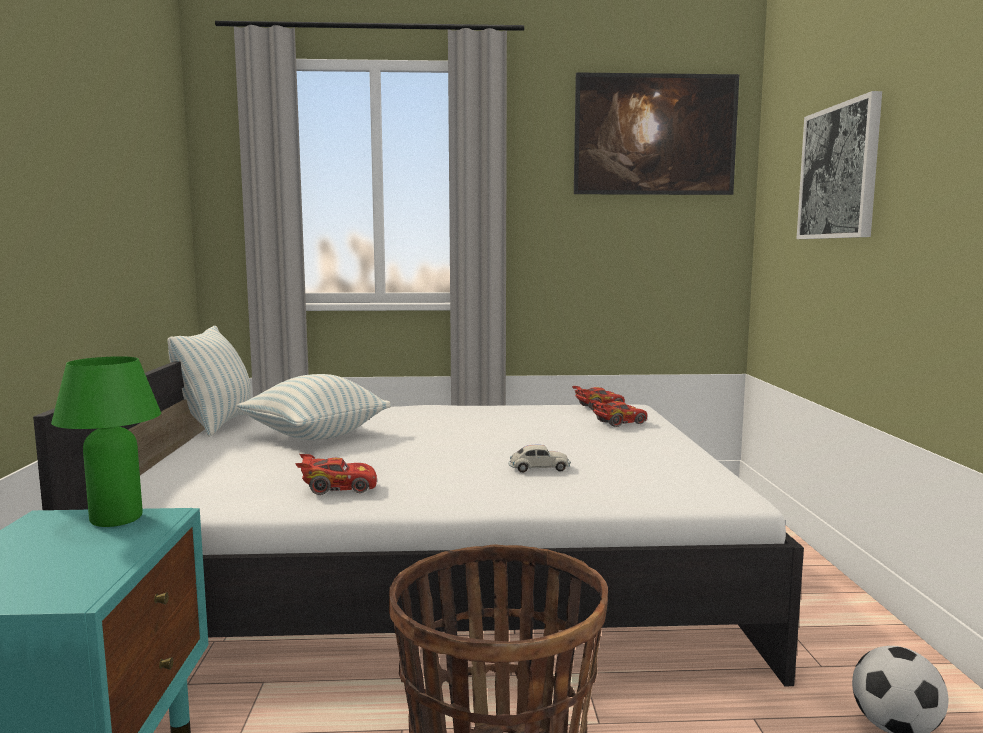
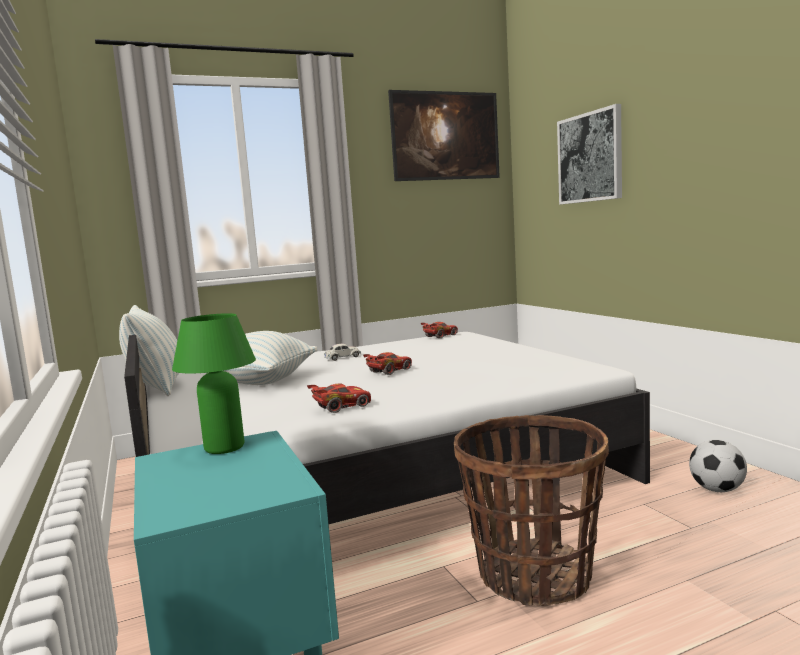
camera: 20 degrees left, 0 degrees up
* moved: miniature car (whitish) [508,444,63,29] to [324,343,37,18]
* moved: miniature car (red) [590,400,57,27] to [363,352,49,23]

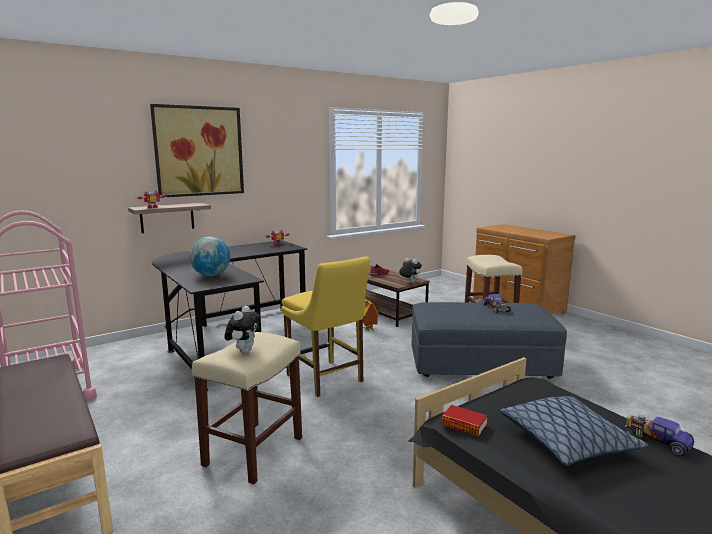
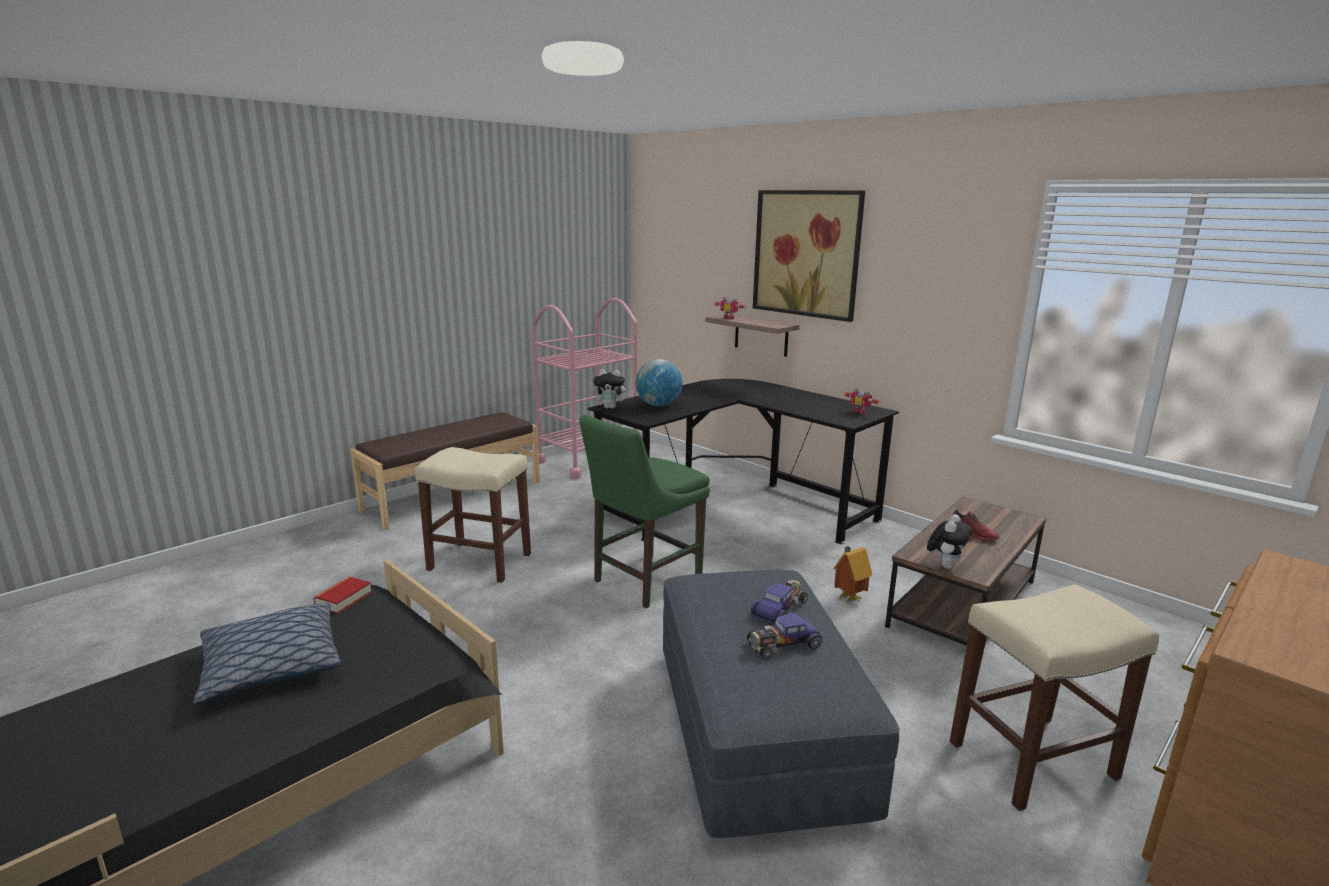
camera: 80 degrees right, 5 degrees up
* moved: soft toy [224,306,37,47] to [593,369,37,40]
* moved: miniature car [623,415,71,41] to [751,580,57,43]
* recoloured: chair (yellow-coloured) [281,257,89,140] to chair (green-coloured) [579,415,131,194]

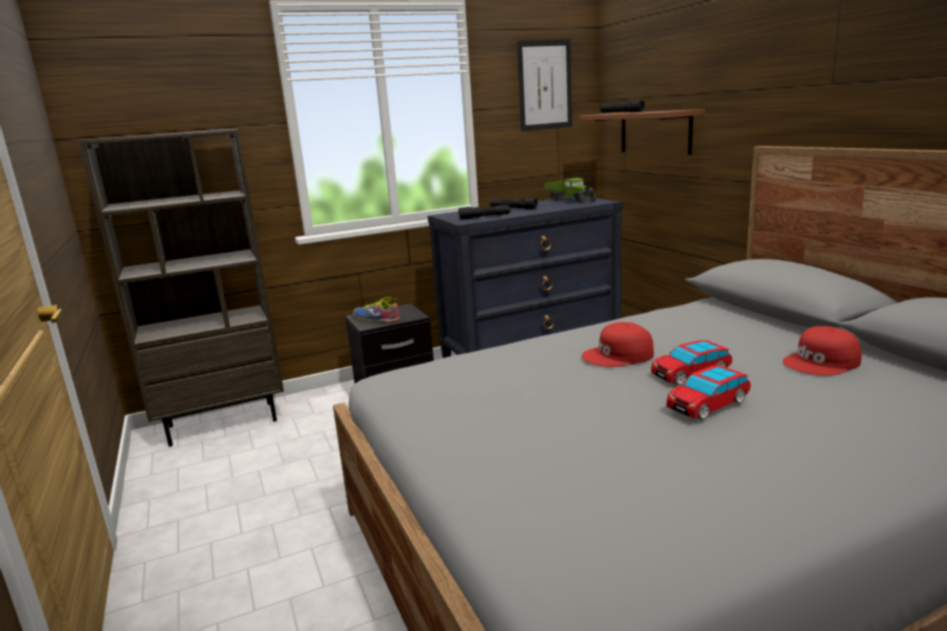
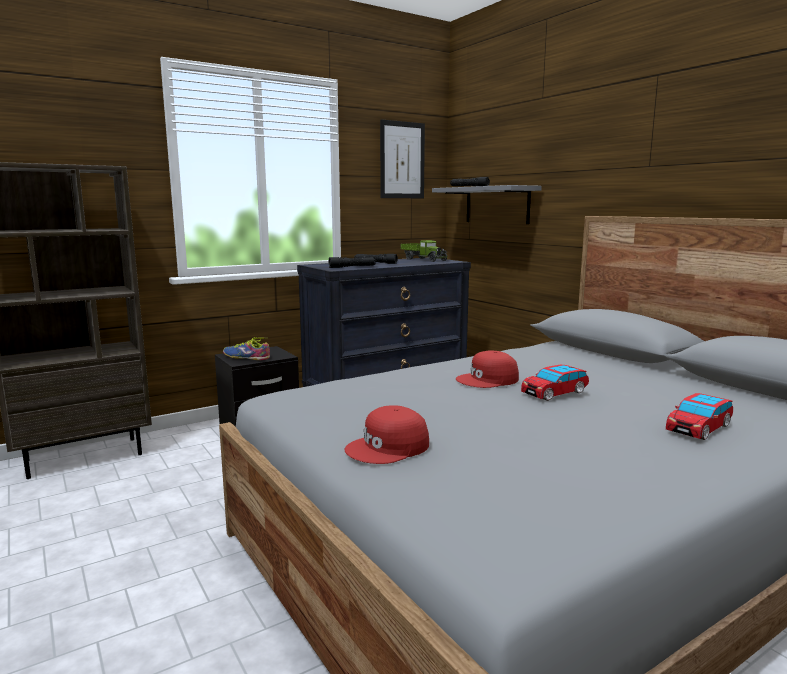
camera: 10 degrees left, 5 degrees down
* moved: miniature car [667,365,84,55] to [666,393,67,47]
* moved: peaked cap (red) [783,326,78,50] to [345,406,84,58]
* recoloured: wall shelf (brown-coloured) [580,109,125,46] to wall shelf (grey) [432,185,110,39]

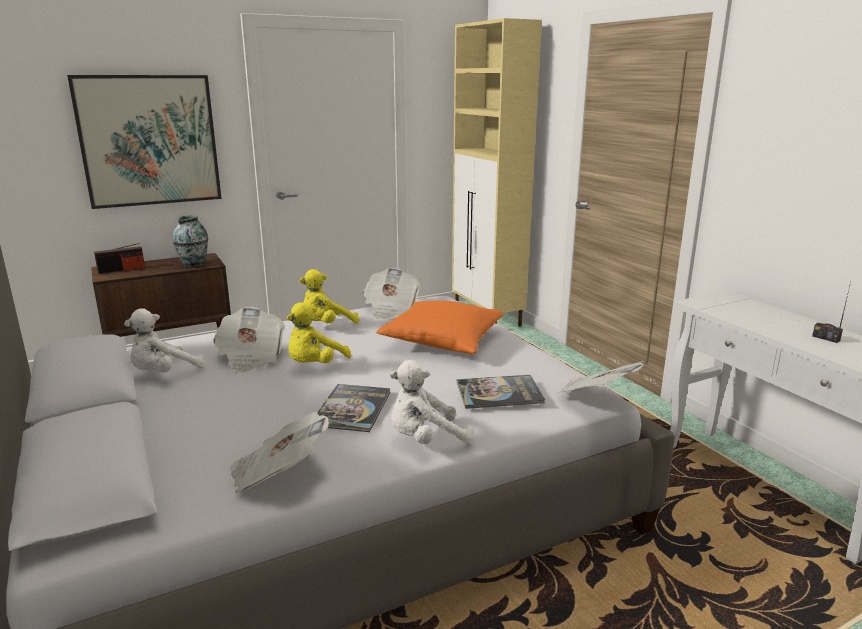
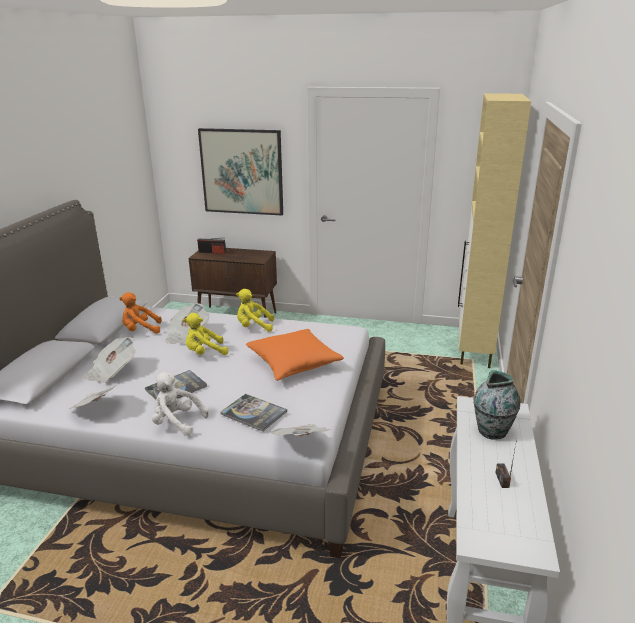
camera: 40 degrees right, 5 degrees up
* moved: flower vase [172,216,36,52] to [473,370,47,70]
* moved: newspaper [363,268,58,51] to [84,337,51,46]
* recoloured: soft toy (whitish) [124,309,81,63] to soft toy (orange-coloured) [119,292,43,42]

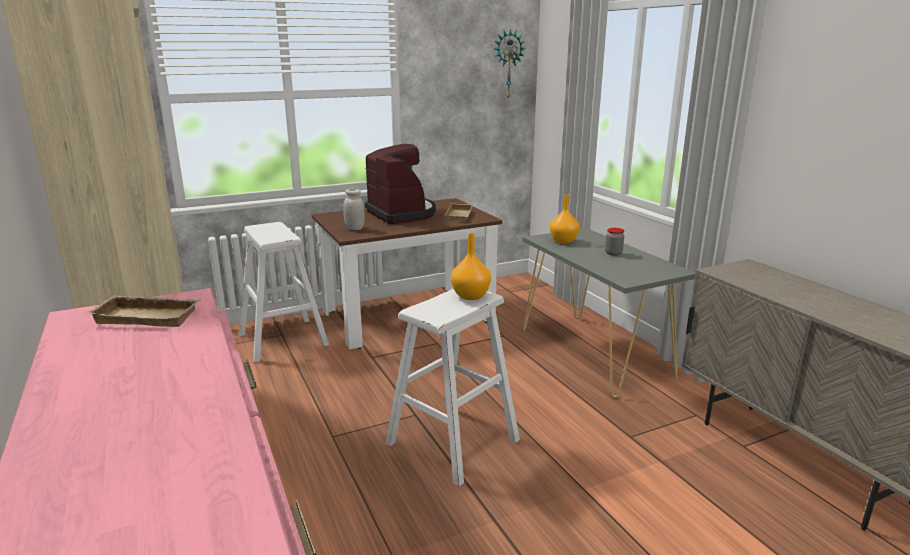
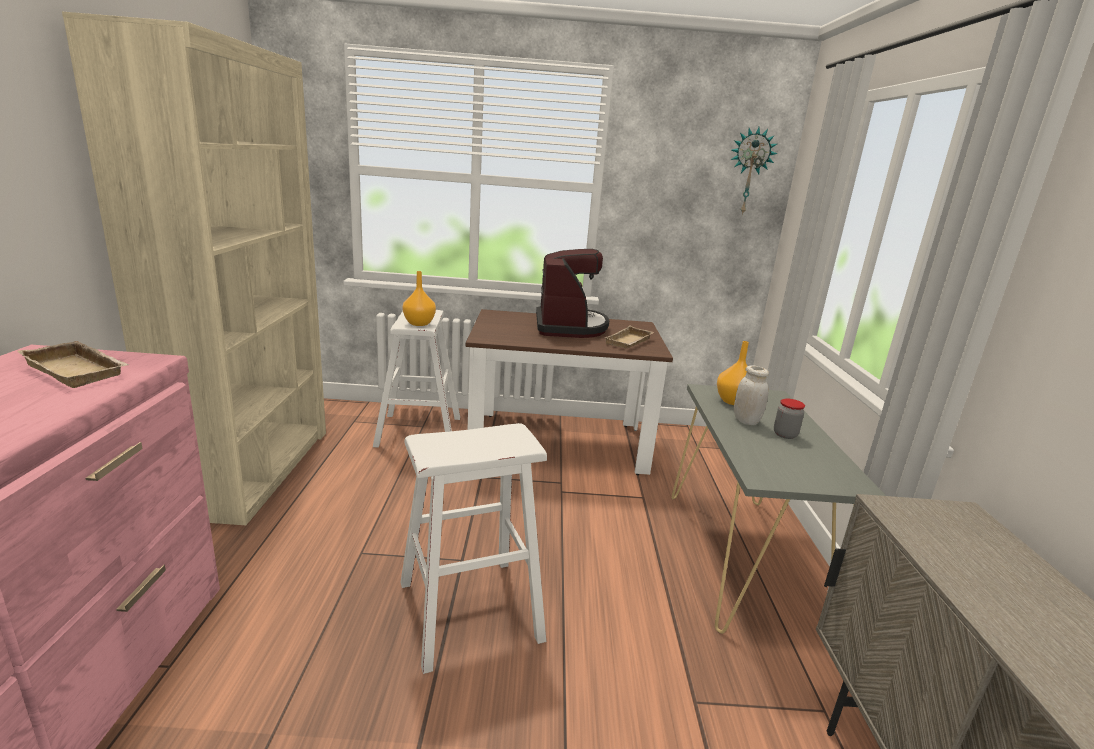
camera: 25 degrees right, 0 degrees up
* moved: preserve jar (whitish) [343,189,22,41] to [734,365,35,60]
* moved: flower vase (orange-coloured) [451,233,40,67] to [402,271,34,55]

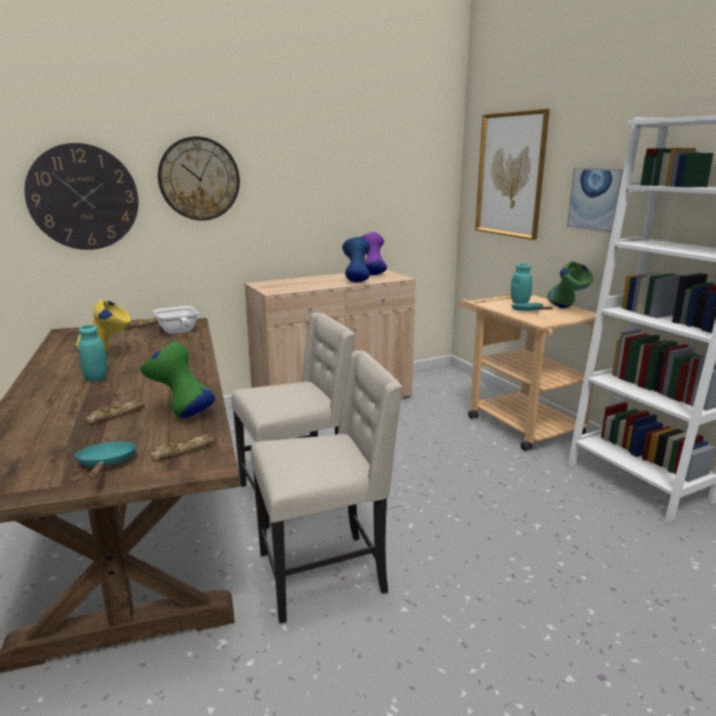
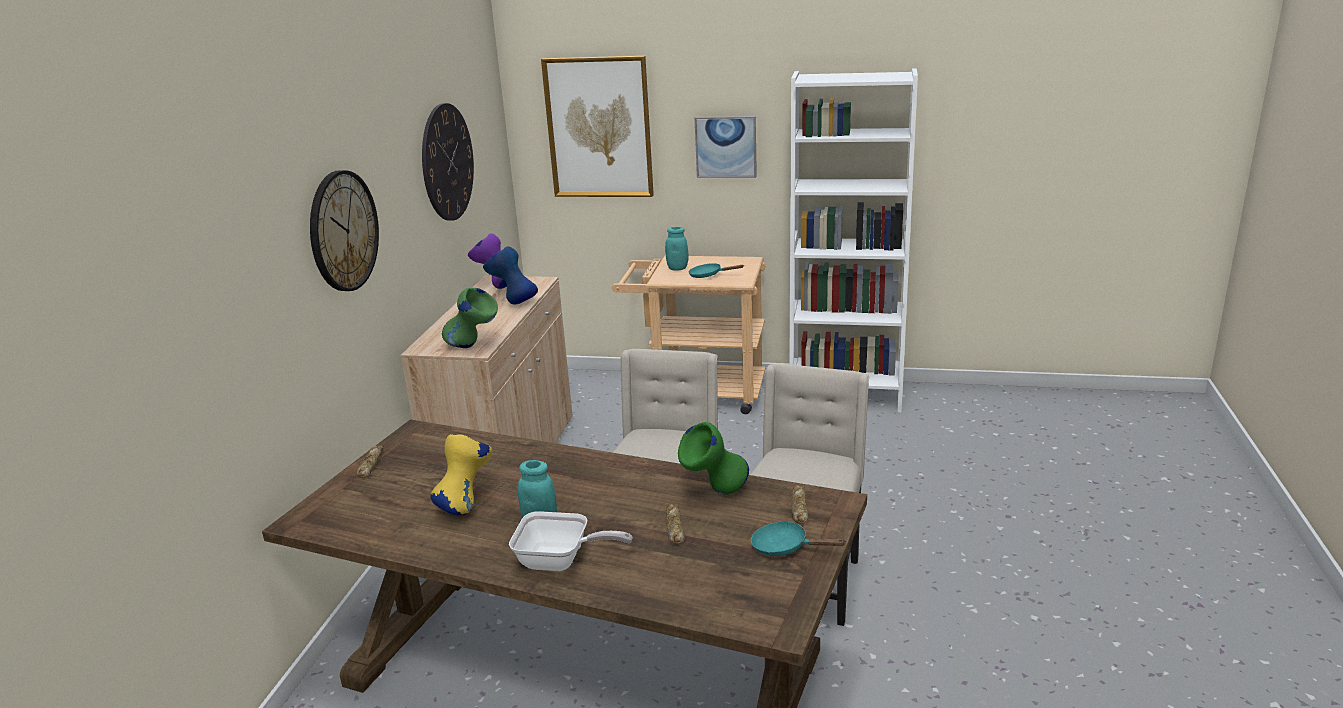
camera: 50 degrees left, 5 degrees up
* moved: hanging clock [24,143,114,107] to [422,103,52,118]
* moved: pan [153,306,46,28] to [509,511,124,60]
* moved: flower vase (green-coloured) [547,261,46,47] to [442,288,56,60]

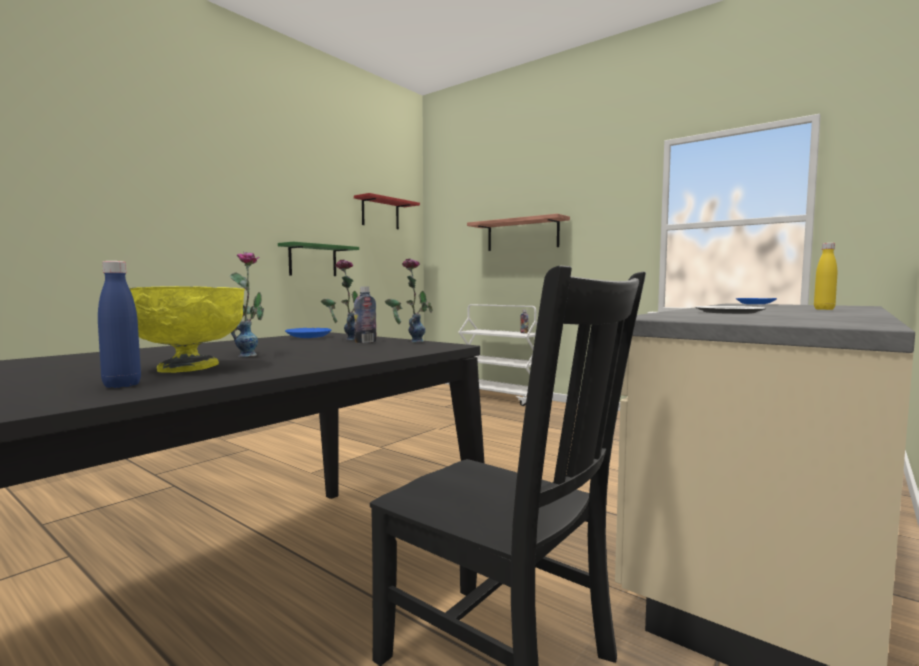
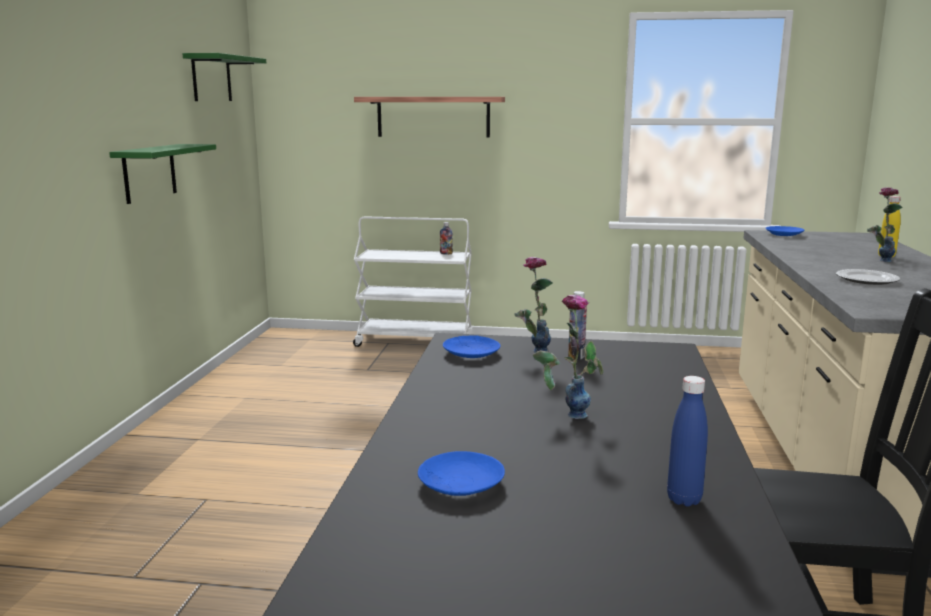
camera: 30 degrees left, 10 degrees up
* removed: serving bowl (yellow-coloured) [129,286,116,87]
* added: dinner plate (blue) [418,451,87,45]
* moved: flower vase [385,258,48,84] to [867,187,35,75]
* recoloured: wall shelf (red) [354,193,66,36] to wall shelf (green-coloured) [183,53,83,48]

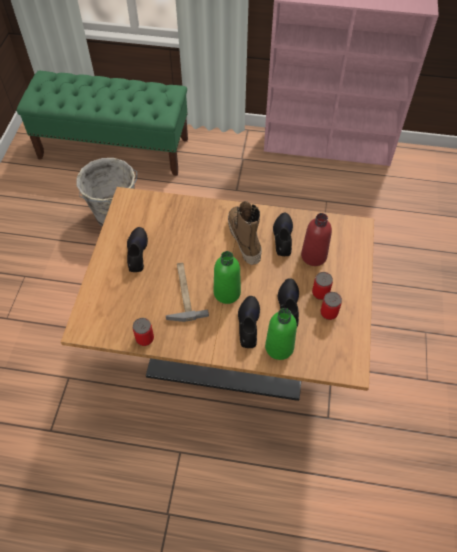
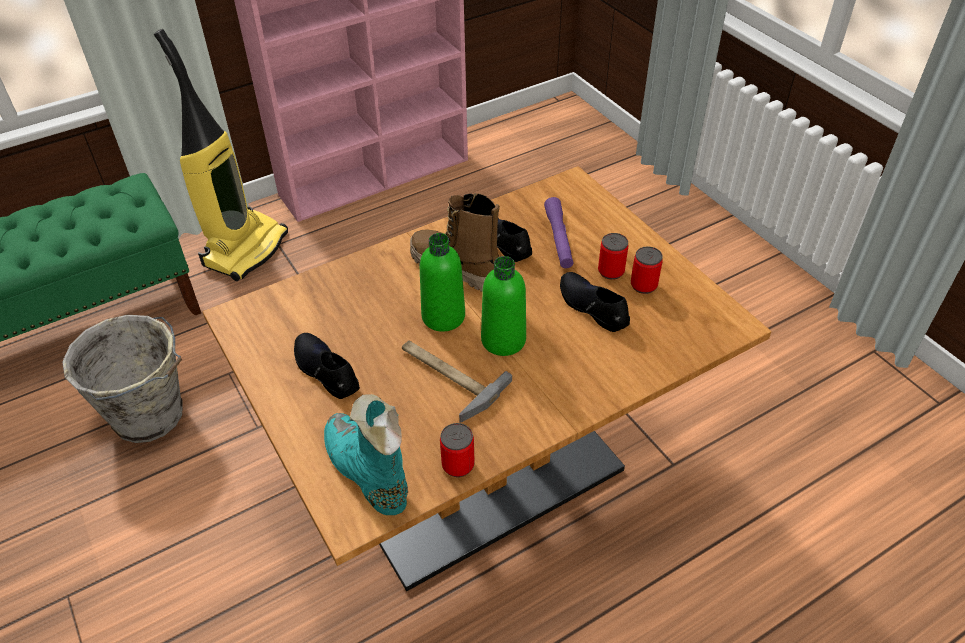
camera: 40 degrees left, 10 degrees down
* removed: shoe (black-coloured) [238,296,22,52]
* added: vacuum cleaner [154,29,134,252]
* added: high-top boot (blue-green) [324,394,84,121]
* moved: drink bottle (green-coloured) [265,308,32,52] to [420,233,45,99]
* replaced: drink bottle (red) [301,213,31,53] to flashlight (purple) [544,197,29,71]

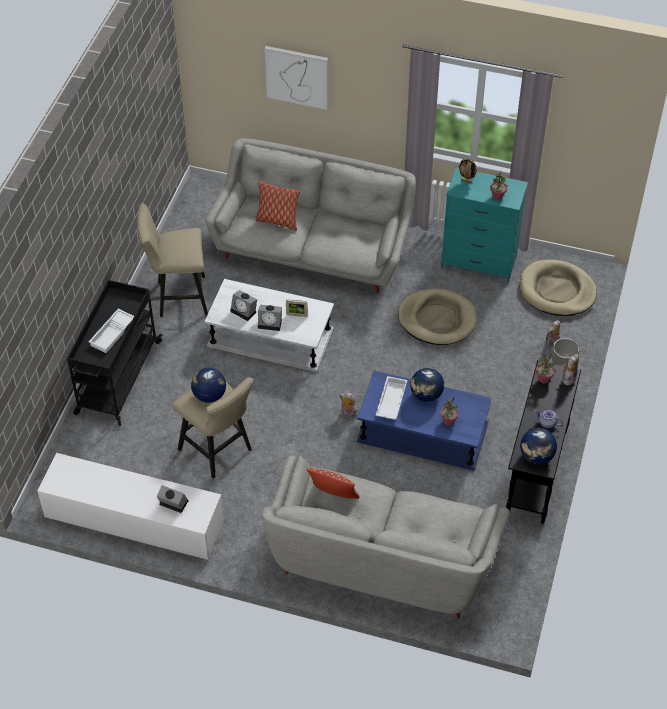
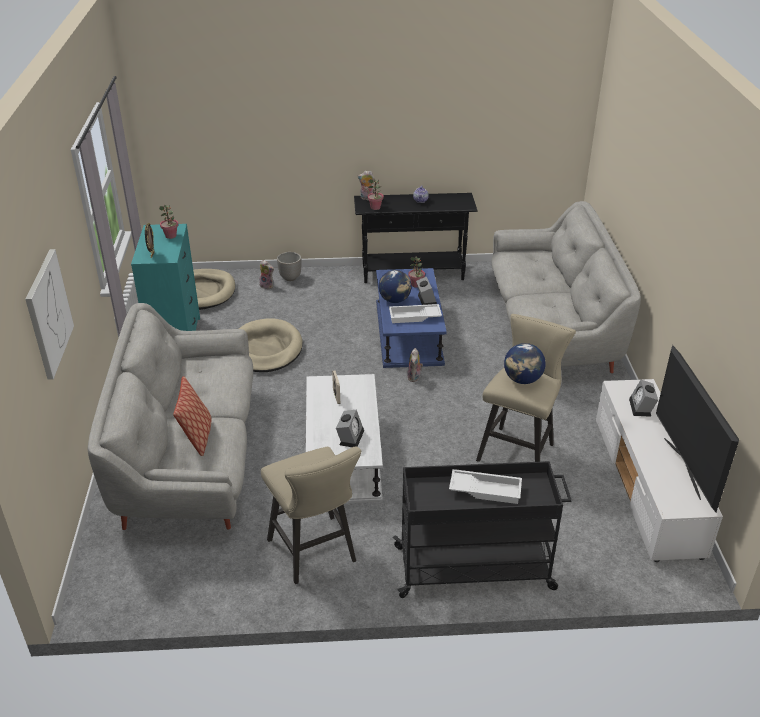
camera: 110 degrees left, 15 degrees down
* removed: pillow [307,468,53,31]
* removed: world globe [520,428,37,36]
* added: television [656,345,83,167]
* moved: bedside clock [258,305,24,26] to [416,276,21,29]

